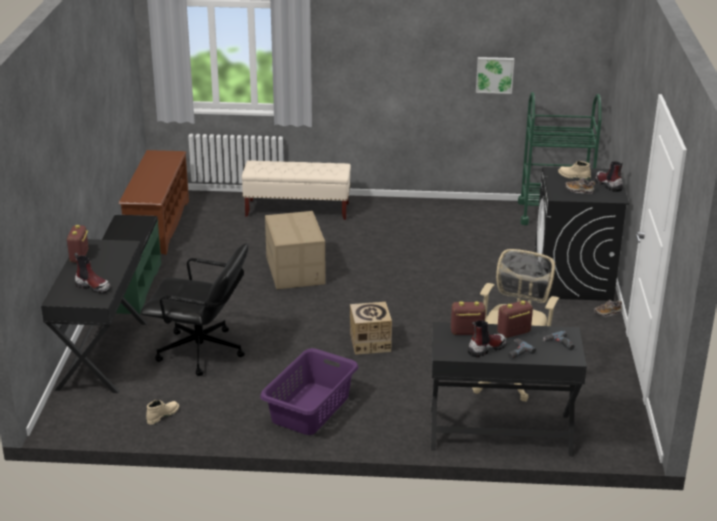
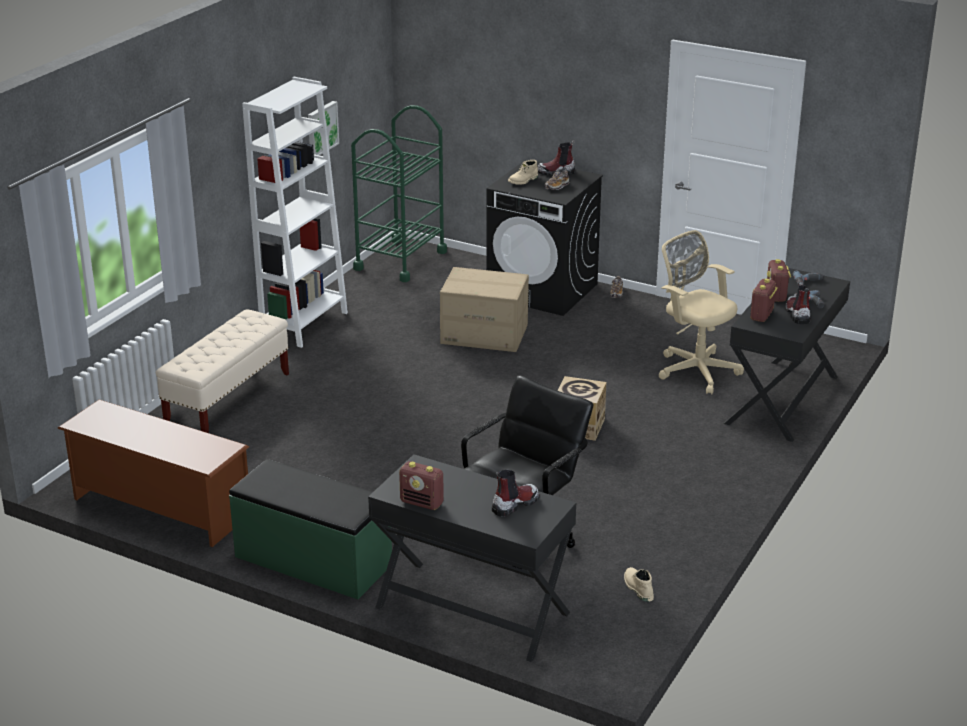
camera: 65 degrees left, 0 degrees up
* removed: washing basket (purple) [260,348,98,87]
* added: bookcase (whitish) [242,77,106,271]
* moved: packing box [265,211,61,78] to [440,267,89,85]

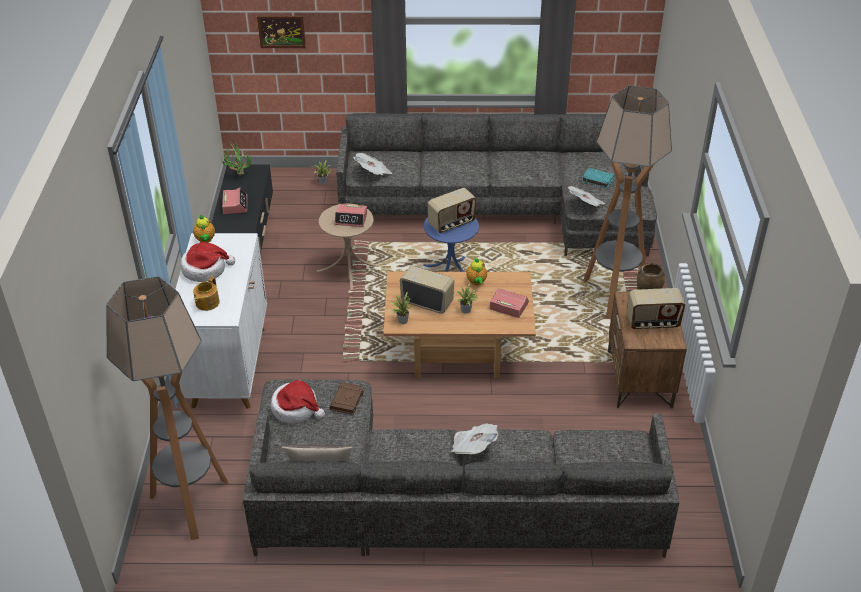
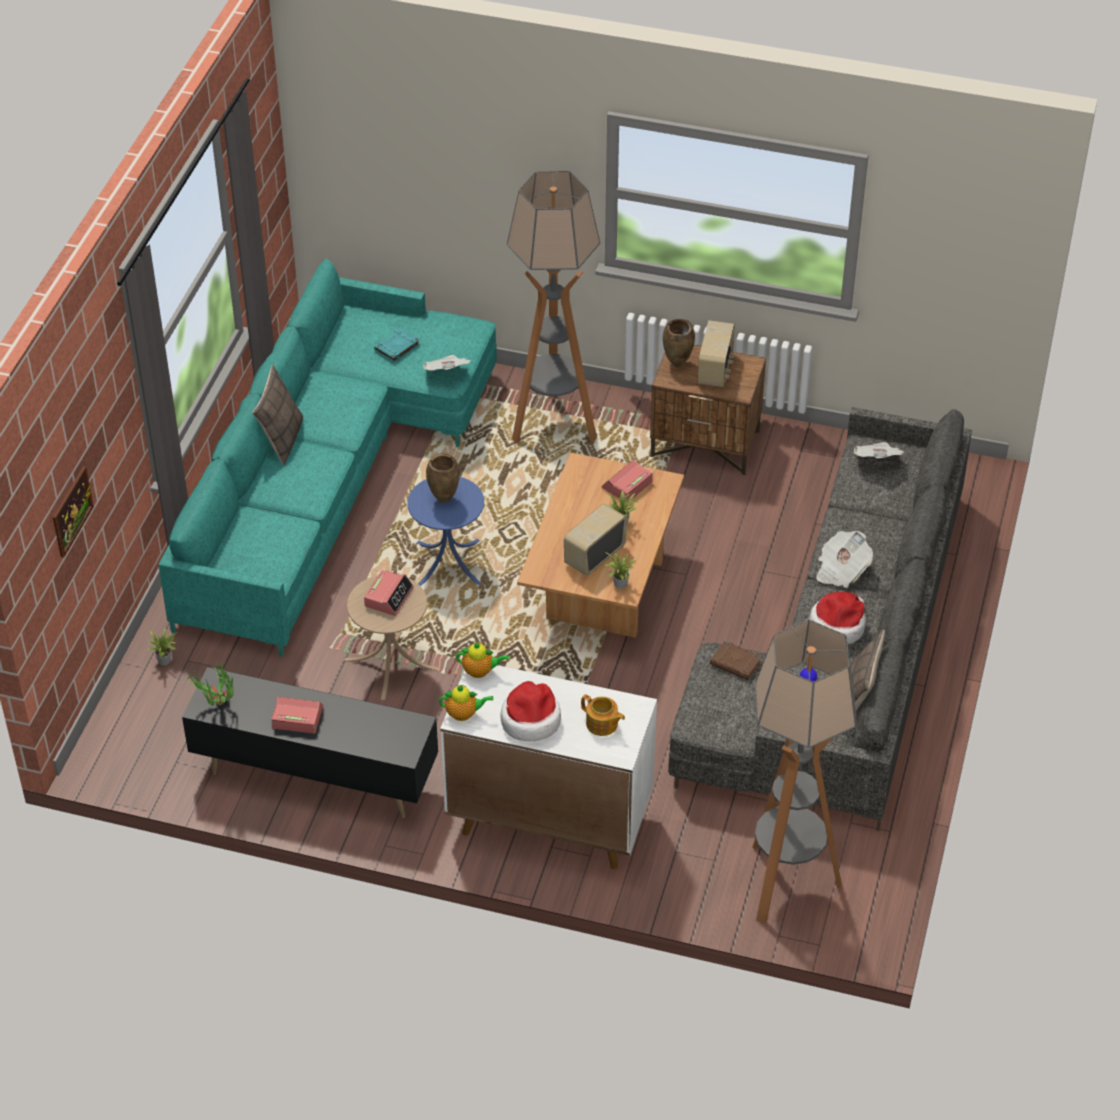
camera: 75 degrees left, 5 degrees up
* added: pillow [252,365,51,101]
* moved: hat [271,380,54,43] to [809,592,57,52]
* moved: newspaper [353,153,39,22] to [853,442,51,16]
* moved: pot for tea [466,258,21,27] to [456,642,53,36]
* replaced: radio receiver [427,188,50,45] to flower vase (brown-coloured) [426,453,34,50]
* recoloured: couch (grey) [336,113,321,143] to couch (blue-green) [159,259,338,398]

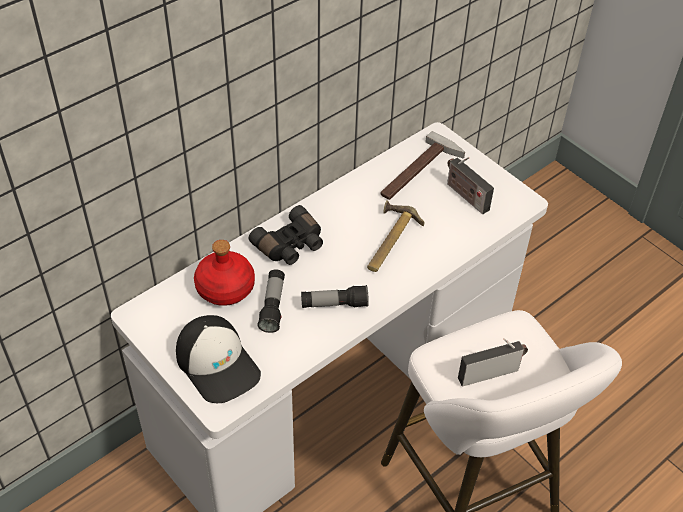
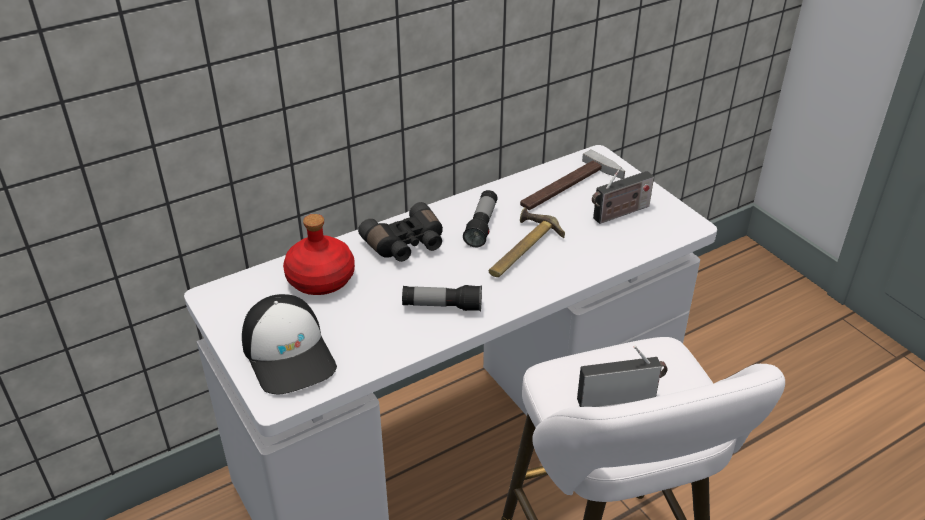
camera: 10 degrees right, 10 degrees down
* moved: flashlight [257,269,28,64] to [463,190,35,57]
* turned: radio receiver [447,157,47,57] = [592,167,62,57] 90 degrees counterclockwise

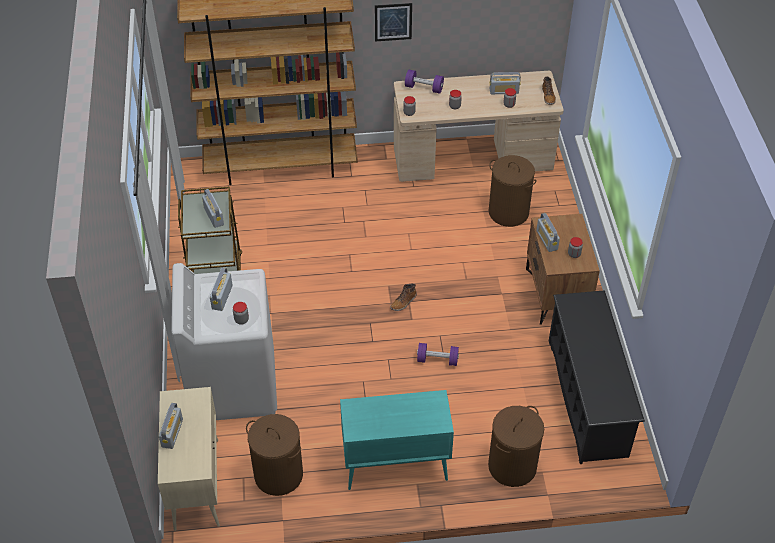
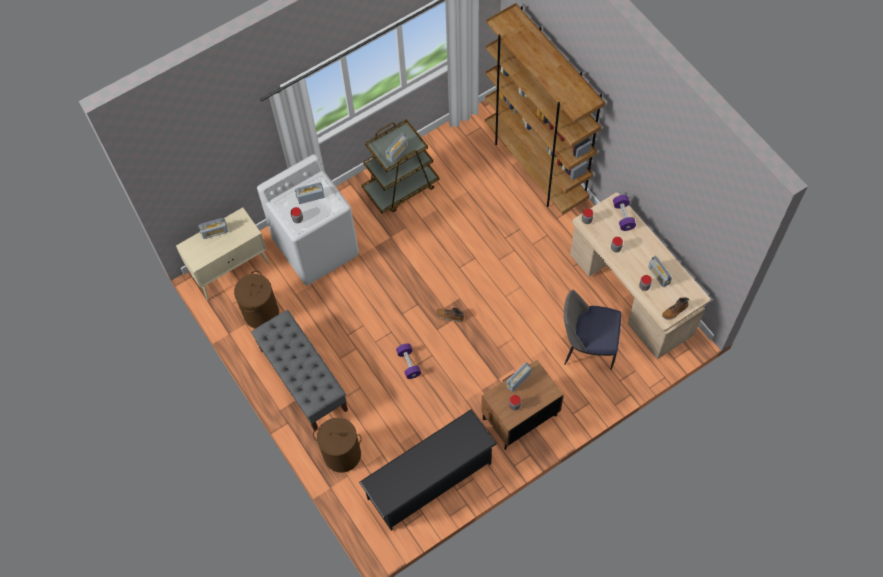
camera: 65 degrees right, 15 degrees up
* removed: wall picture [375,3,37,39]
* replaced: cabinet (blue-green) [340,390,114,100] to indoor bench (grey) [251,310,97,120]
* replaced: washing basket (brown-coloured) [489,155,48,72] to chair [564,290,57,80]

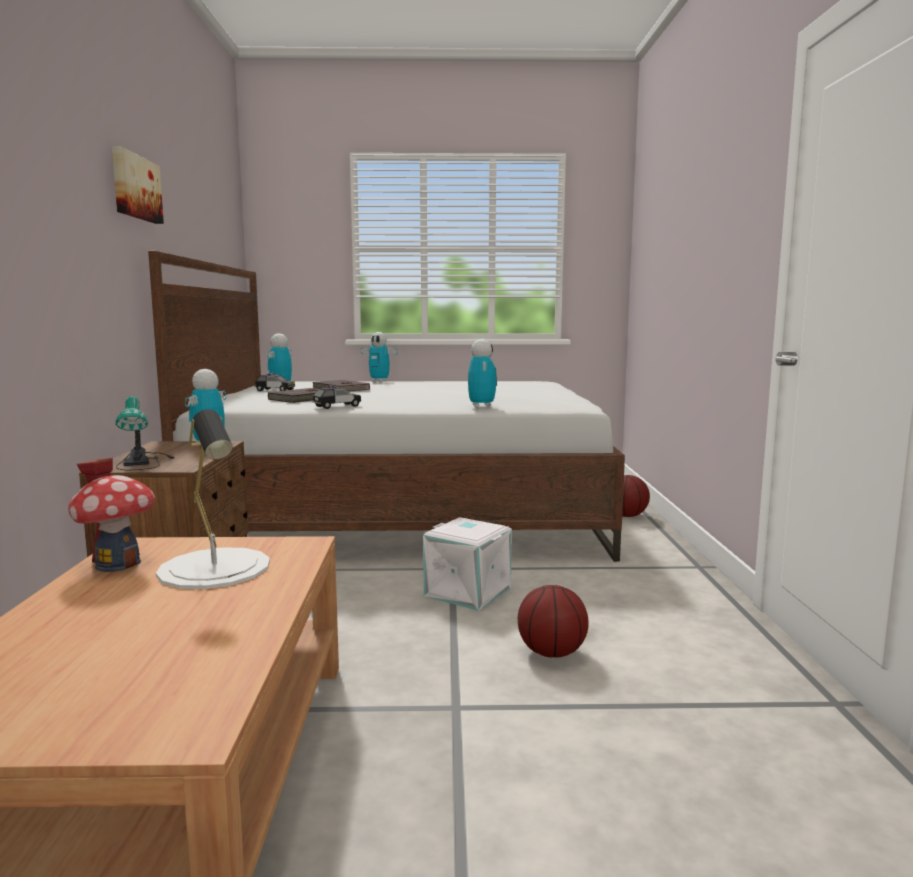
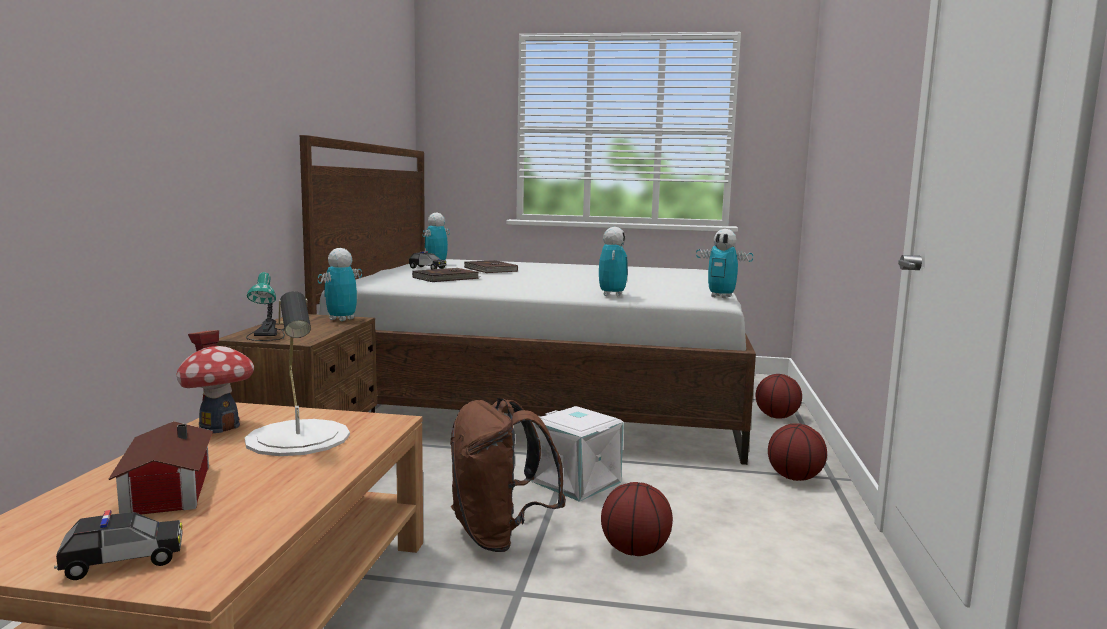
camera: 10 degrees right, 0 degrees up
* removed: wall picture [112,146,52,78]
* added: miniature house [109,421,104,94]
* added: rucksack (brown-coloured) [450,398,116,154]
* added: basketball ball [768,423,59,58]
* moved: miniature car [313,385,48,24] to [54,510,129,70]
* moved: robot figure [361,332,37,50] to [696,229,57,70]

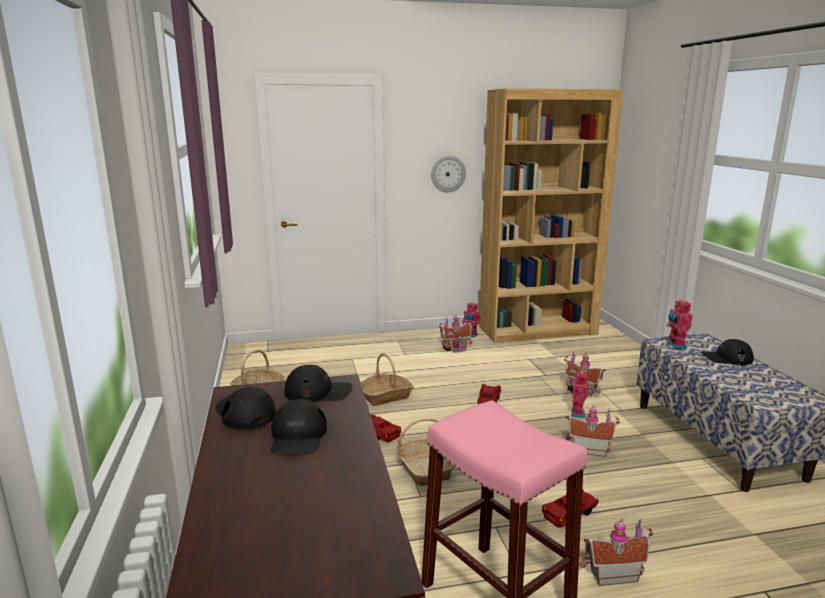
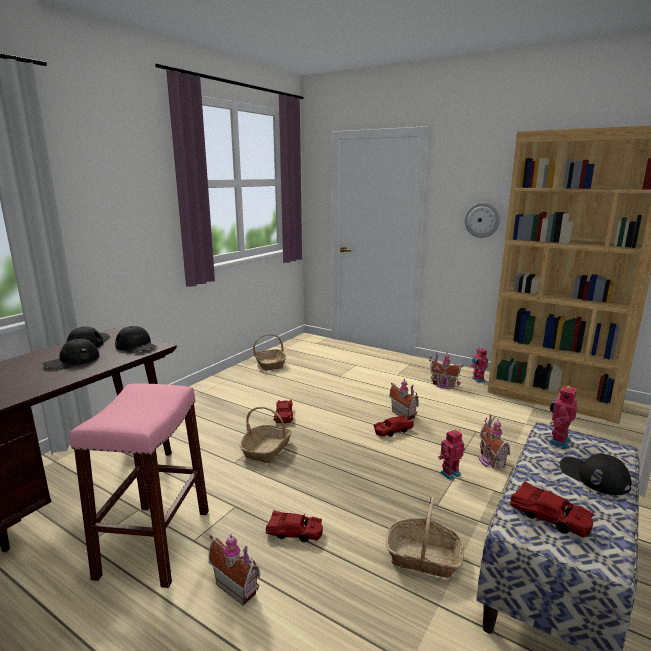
camera: 45 degrees right, 0 degrees up
* added: miniature car (red) [510,481,83,56]
* moved: household basket [361,353,53,53] to [386,496,78,82]
* moved: miniature house [565,406,55,51] to [389,379,30,41]

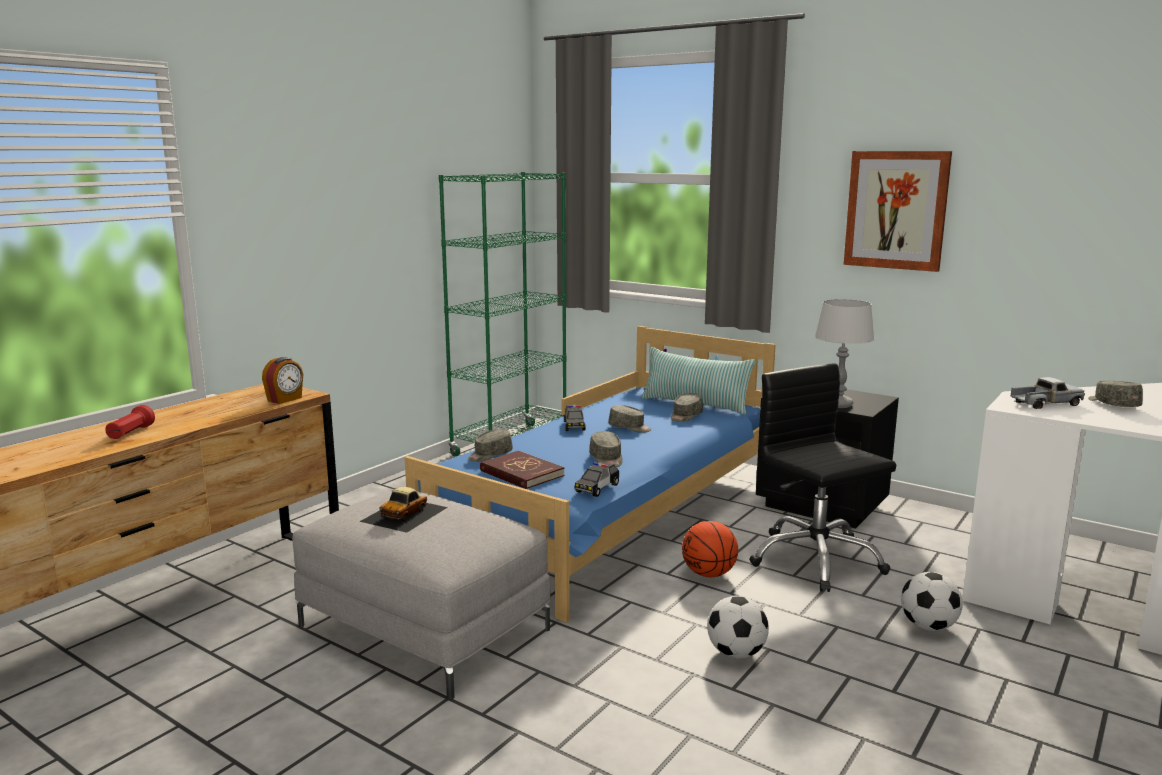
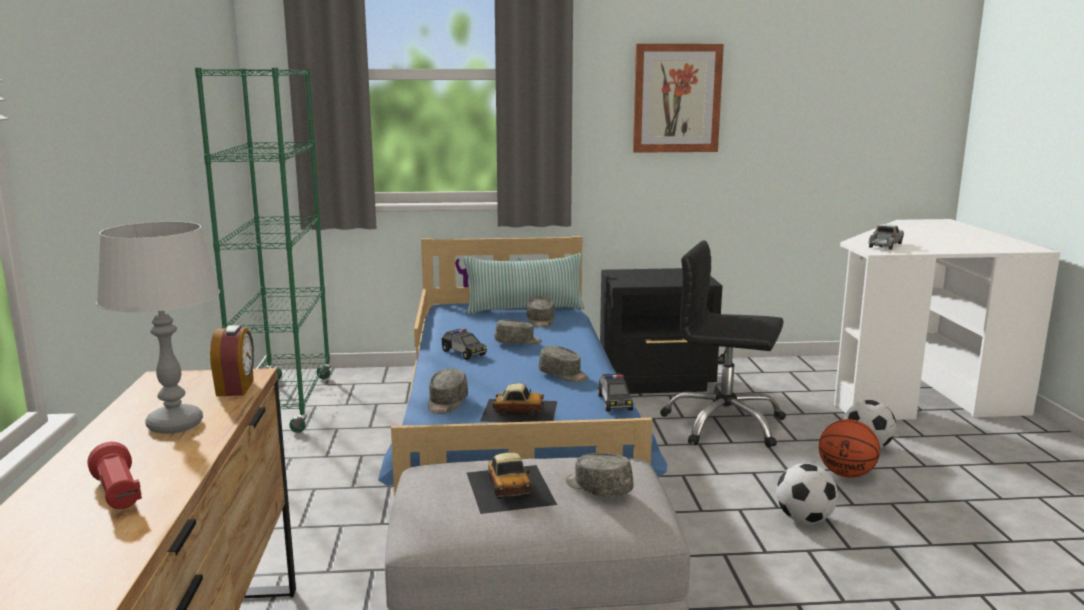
camera: 40 degrees left, 0 degrees up
* moved: basketball ball [682,521,56,56] to [819,419,61,59]
* moved: table lamp (grey) [814,299,60,109] to [96,222,124,212]
* moved: peaked cap (grey) [1088,381,55,26] to [566,453,67,44]
* replaced: book (red) [480,451,85,38] to miniature car [480,383,77,39]

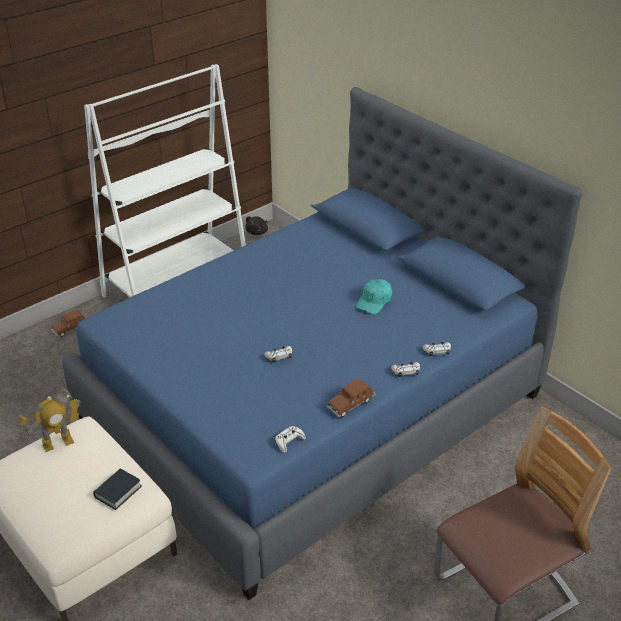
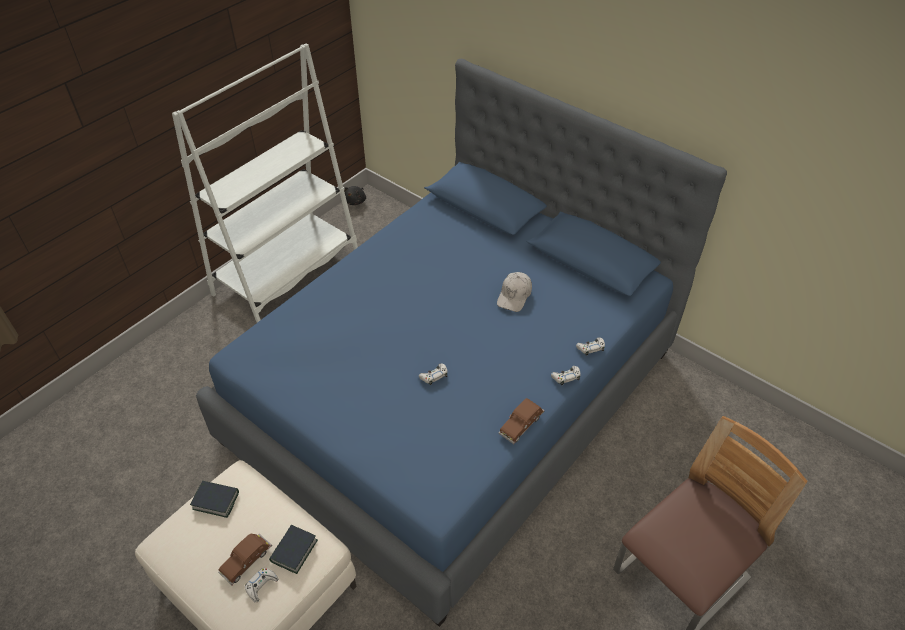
camera: 10 degrees left, 10 degrees up
* moved: miniature car (brown-coloured) [51,310,35,27] to [218,533,54,52]
* moved: joypad (whitish) [275,426,31,27] to [245,568,33,35]
* replaced: robot figure [19,387,62,65] to book [190,480,49,38]
* recoloured: peaked cap (blue-green) [355,279,37,35] to peaked cap (whitish) [497,272,35,40]

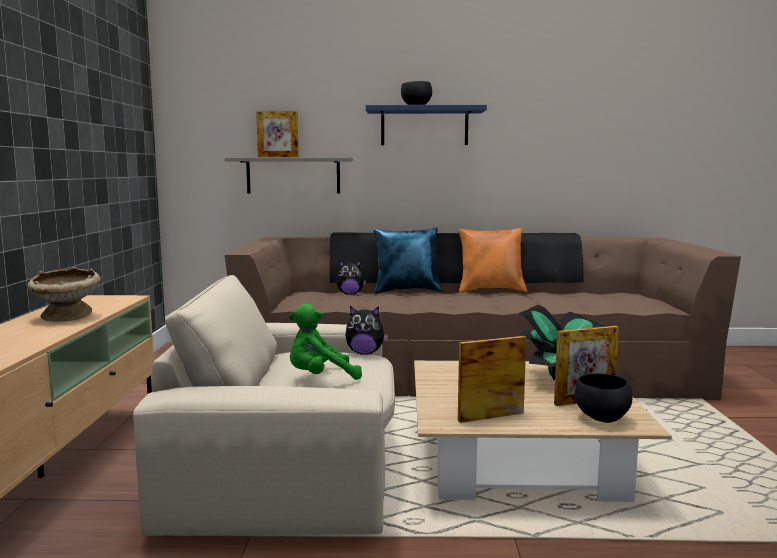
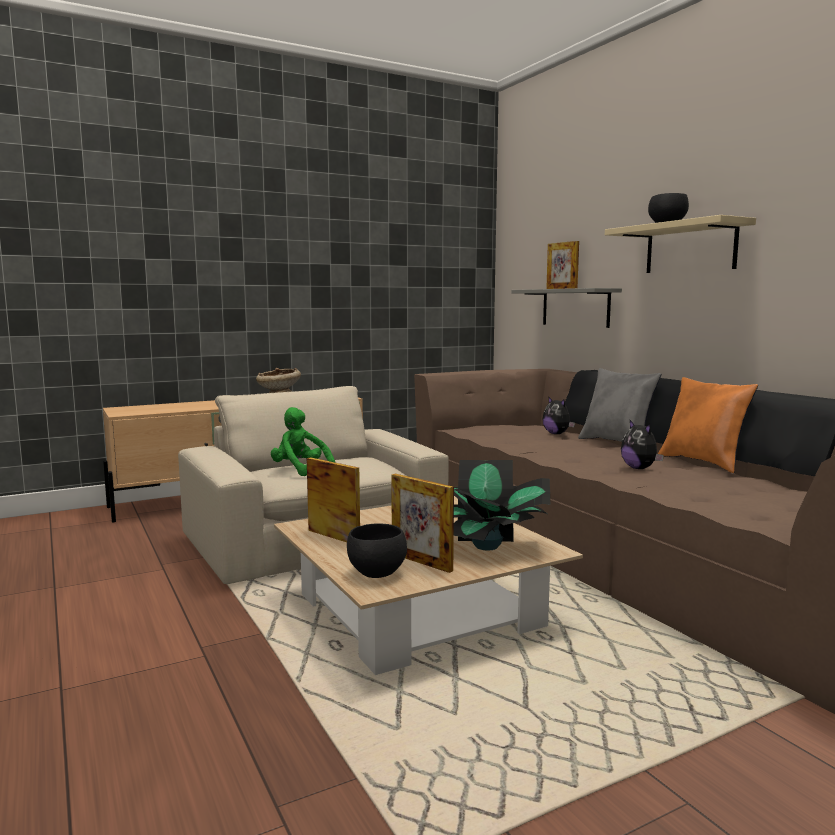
camera: 60 degrees right, 0 degrees up
* moved: soft toy [345,306,43,49] to [621,420,43,49]
* recoloured: wall shelf (blue) [366,105,121,40] to wall shelf (beige-coloured) [605,215,151,58]
* recoloured: pillow (blue) [373,228,70,66] to pillow (grey) [578,368,83,74]

